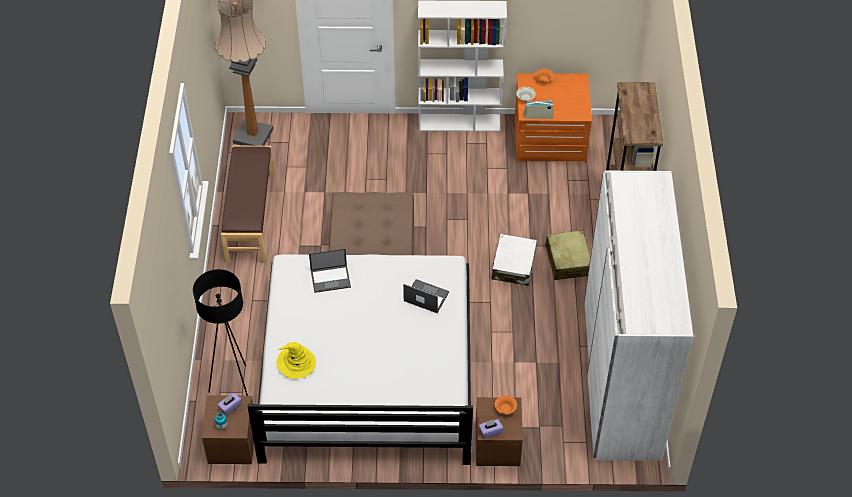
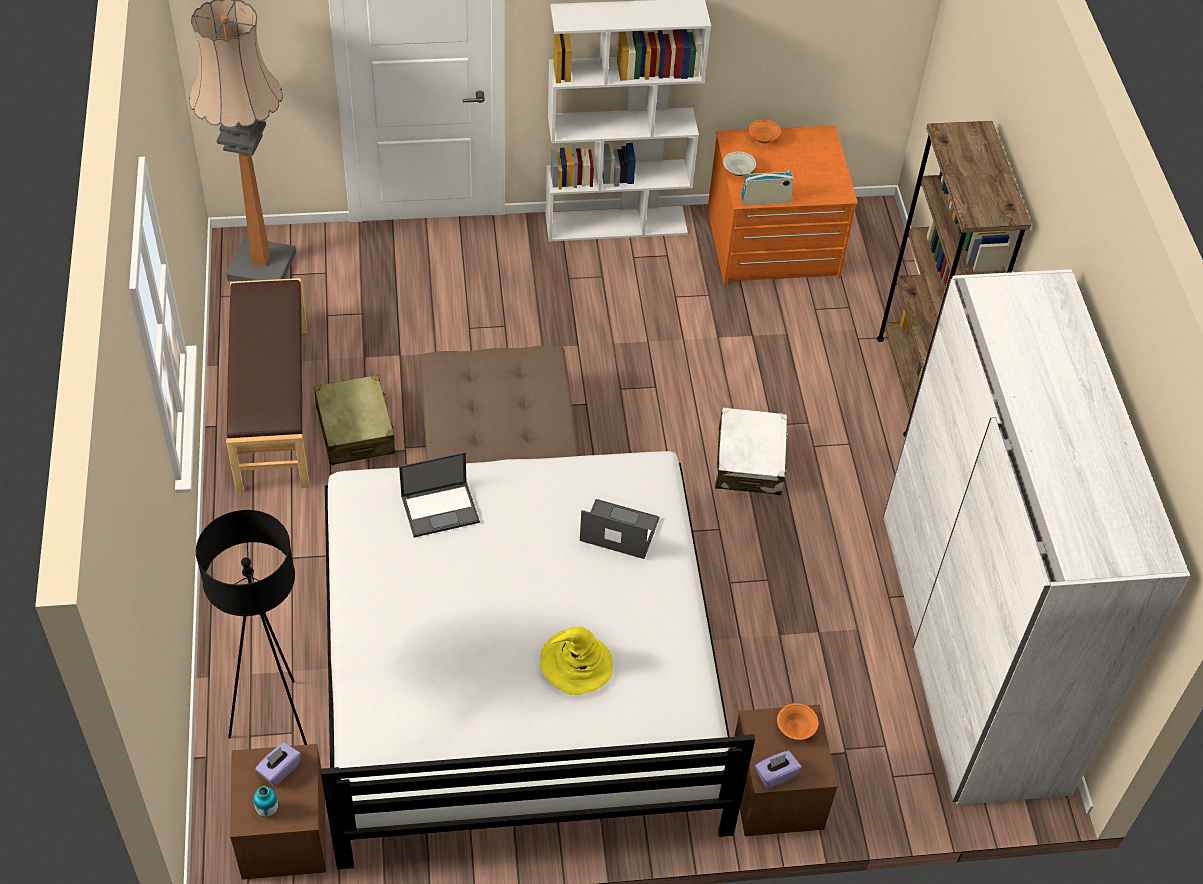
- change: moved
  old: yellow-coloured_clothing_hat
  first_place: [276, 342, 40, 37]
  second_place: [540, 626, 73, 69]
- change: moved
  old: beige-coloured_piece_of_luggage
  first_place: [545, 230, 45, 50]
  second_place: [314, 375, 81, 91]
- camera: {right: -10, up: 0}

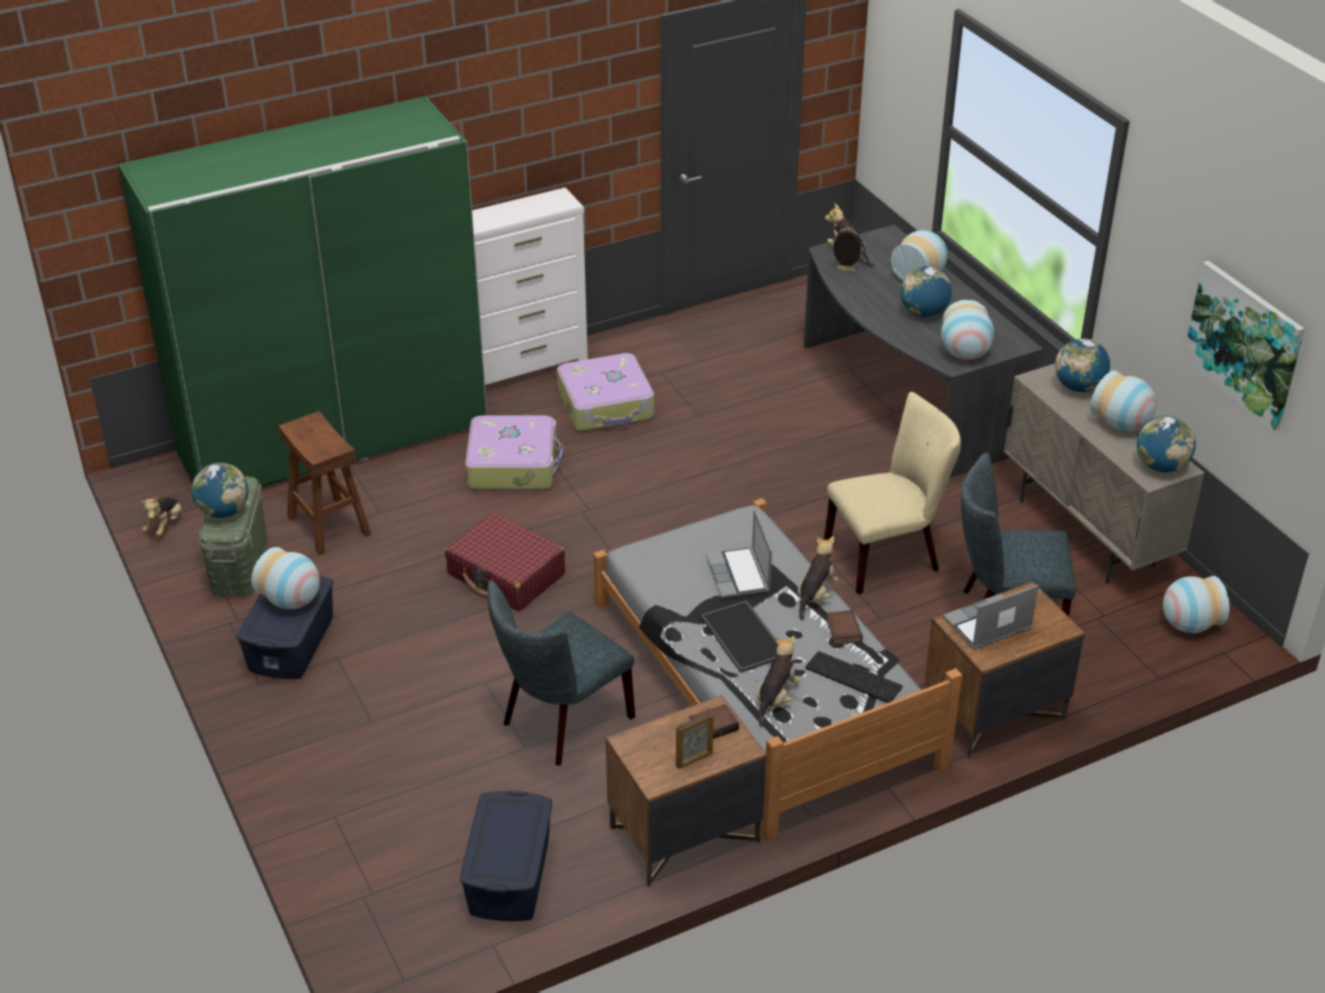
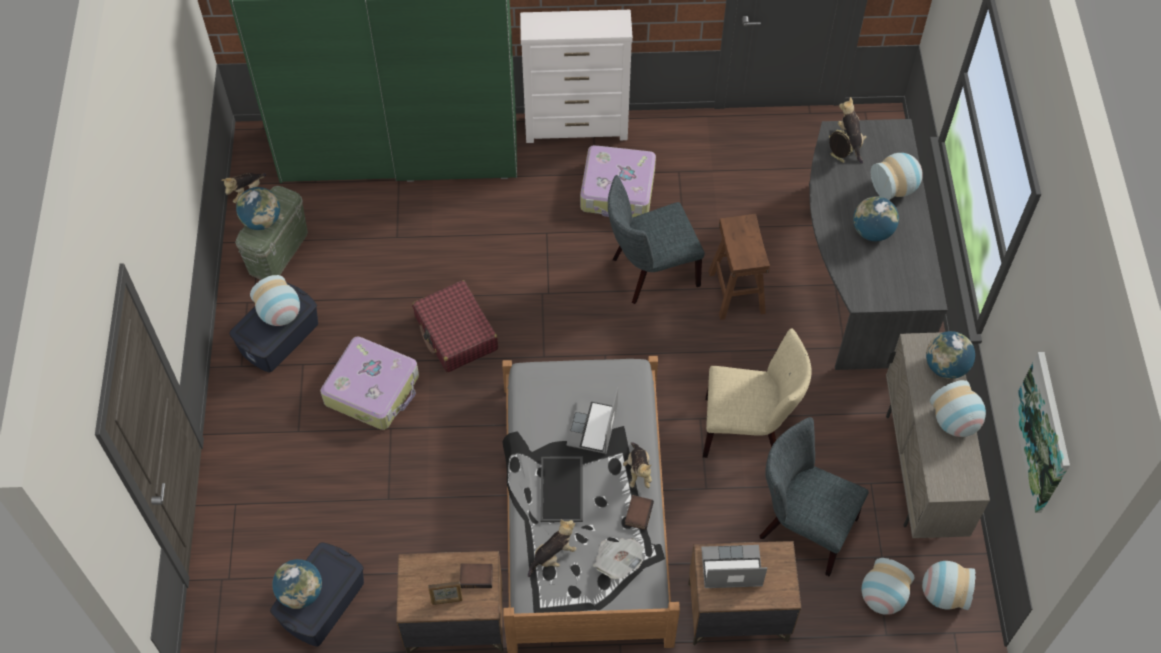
- change: moved
  old: brown-coloured_stool_seat
  first_place: [279, 411, 93, 144]
  second_place: [708, 214, 62, 106]
- change: moved
  old: piece_of_luggage
  first_place: [465, 416, 99, 74]
  second_place: [320, 337, 99, 93]
- change: moved
  old: grey_upright_chair
  first_place: [488, 580, 147, 186]
  second_place: [608, 175, 97, 129]
- change: turned
  old: plush_toy
  first_place: [798, 536, 41, 84]
  second_place: [623, 442, 29, 46]
  degrees: 120
- change: replaced
  old: computer_keyboard
  new: newspaper
  first_place: [805, 651, 98, 52]
  second_place: [593, 538, 51, 41]
- change: moved
  old: decorative_vase
  first_place: [941, 300, 53, 60]
  second_place: [862, 558, 53, 57]
- change: moved
  old: globe
  first_place: [1137, 416, 59, 56]
  second_place: [272, 559, 50, 50]
- camera: {right: 25, up: 20}

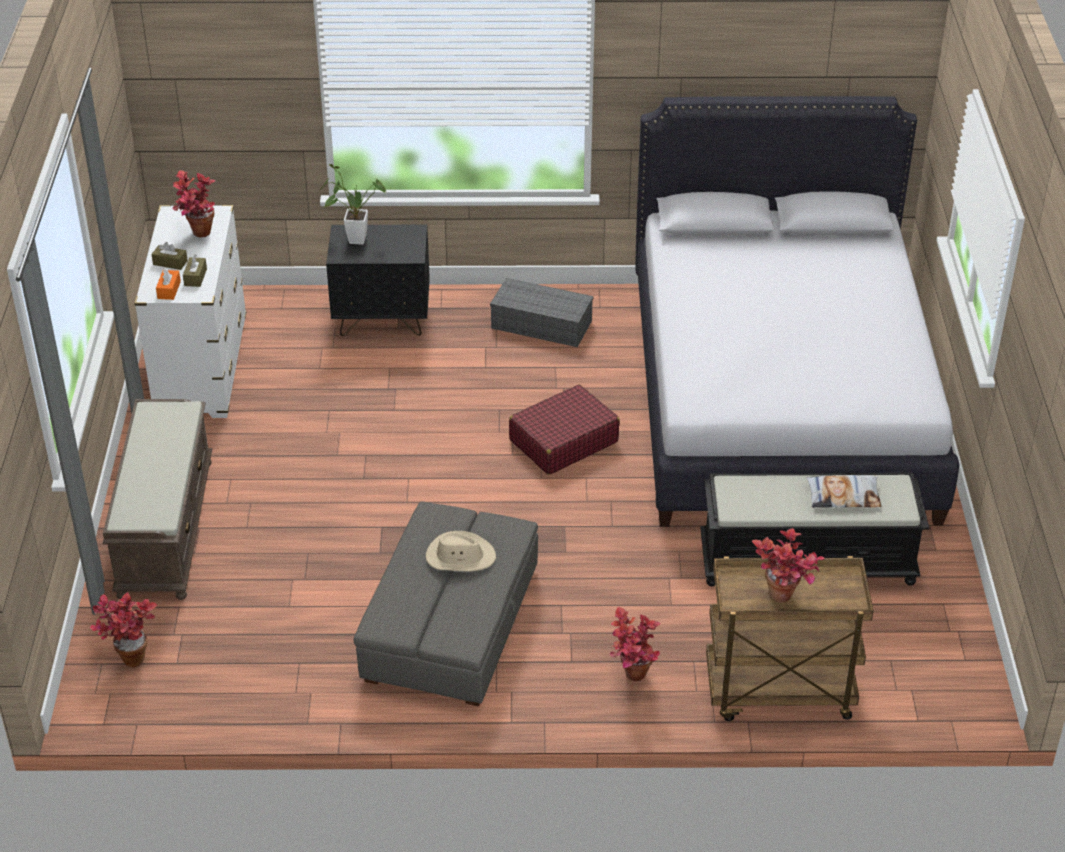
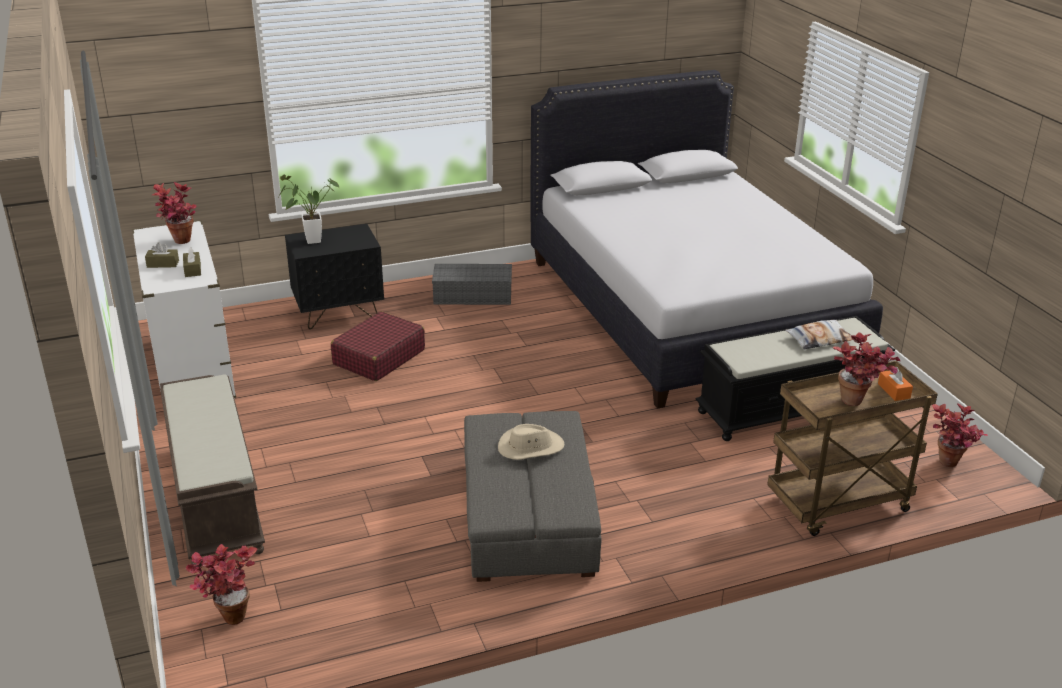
- change: moved
  old: orangey_tissue_box
  first_place: [156, 268, 25, 32]
  second_place: [878, 367, 35, 34]
- change: moved
  old: reddish_piece_of_luggage
  first_place: [509, 384, 111, 91]
  second_place: [331, 311, 94, 70]
- change: moved
  old: potted_plant
  first_place: [610, 607, 50, 74]
  second_place: [932, 403, 56, 64]
- camera: {right: -20, up: -10}

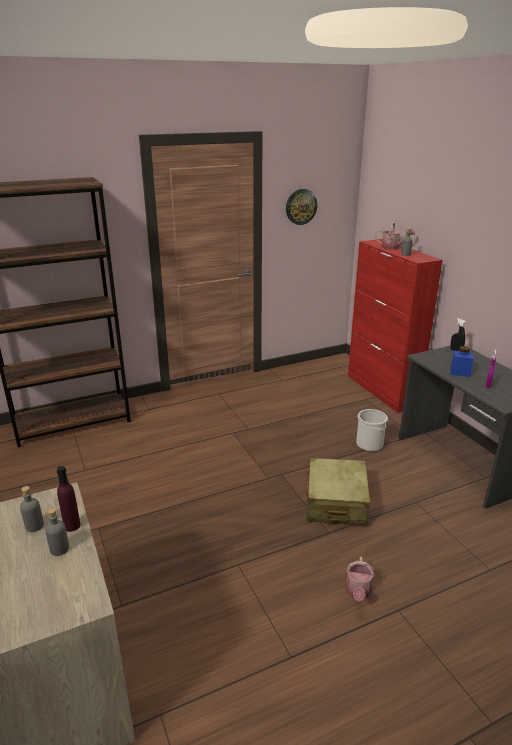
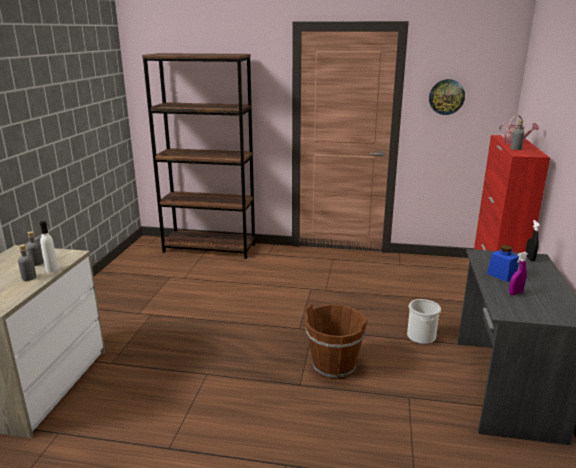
- change: recoloured
  old: purple_beverage_bottle
  new: whitish_beverage_bottle
  first_place: [57, 466, 24, 66]
  second_place: [40, 221, 18, 52]
- change: replaced
  old: beige-coloured_piece_of_luggage
  new: brown-coloured_water_bucket
  first_place: [306, 458, 65, 68]
  second_place: [305, 304, 63, 75]
- change: removed
  old: watering_can
  first_place: [346, 557, 29, 44]
- camera: {right: 35, up: -5}

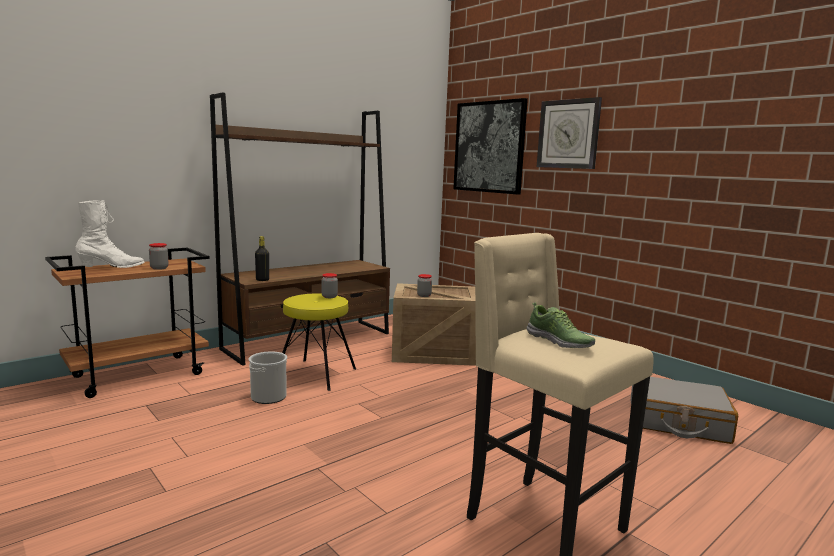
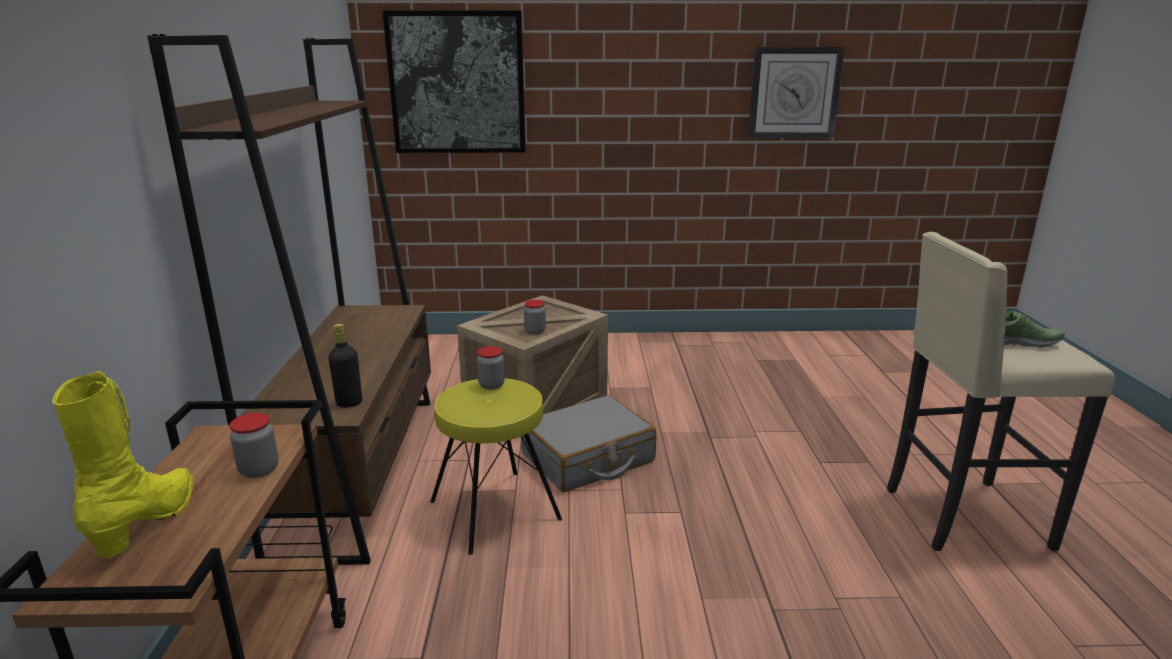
- change: recoloured
  old: whitish_tall_boot
  new: yellow-coloured_tall_boot
  first_place: [75, 200, 69, 68]
  second_place: [52, 371, 141, 187]
- change: removed
  old: water_bucket
  first_place: [249, 352, 38, 52]
- change: moved
  old: hanging_clock
  first_place: [537, 97, 65, 72]
  second_place: [748, 47, 97, 92]
- change: moved
  old: grey_piece_of_luggage
  first_place: [631, 377, 107, 67]
  second_place: [521, 395, 135, 97]
- camera: {right: -50, up: 10}

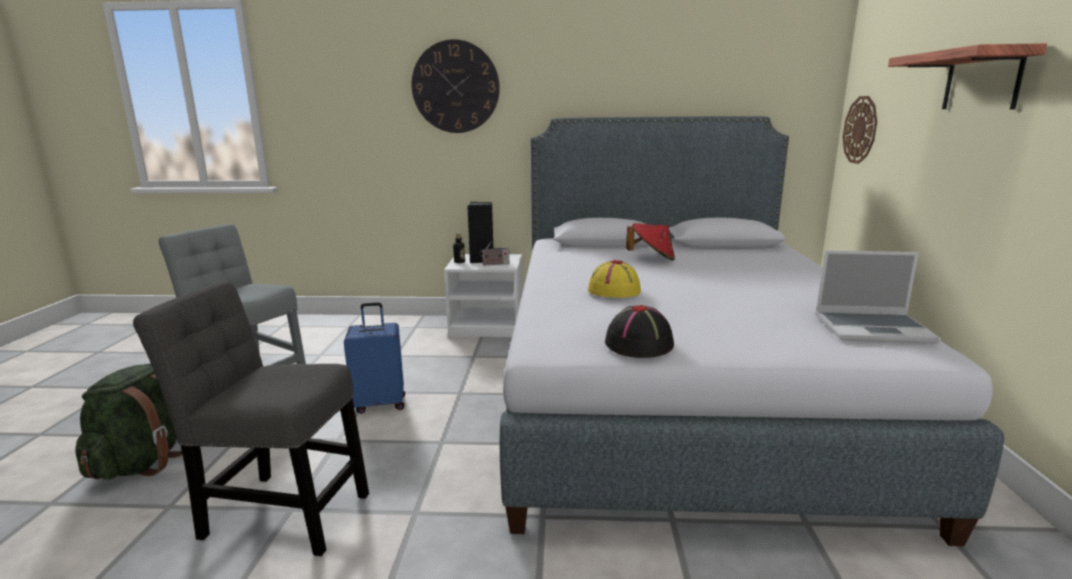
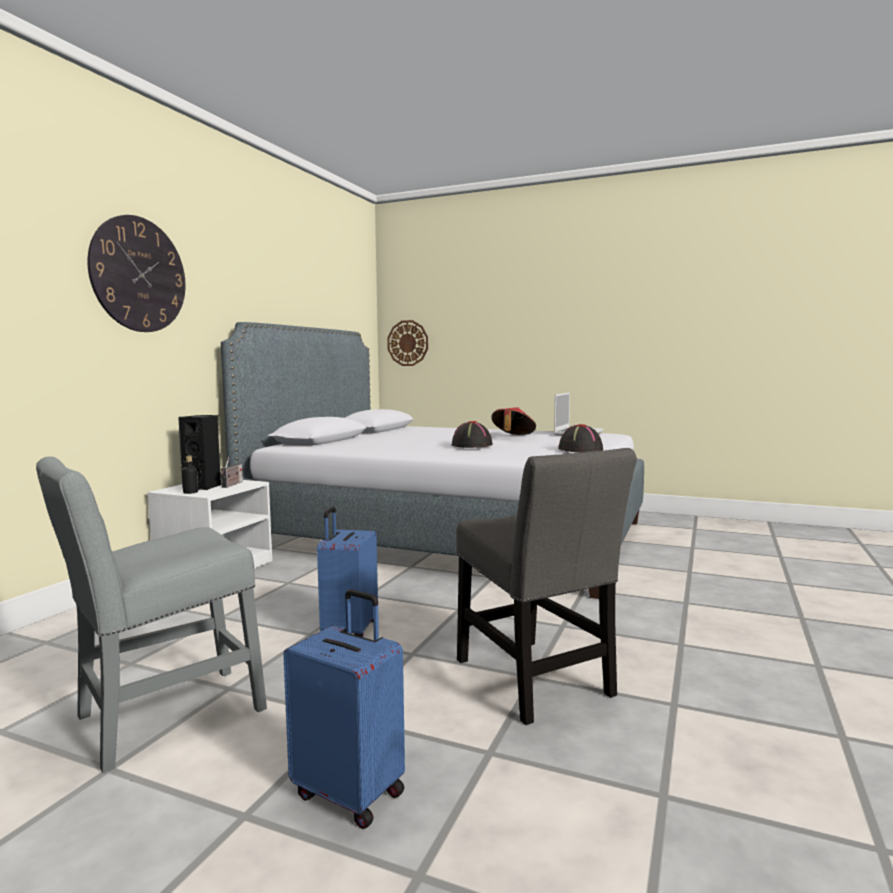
- change: replaced
  old: green_backpack
  new: blue_piece_of_luggage
  first_place: [75, 364, 108, 116]
  second_place: [283, 589, 122, 240]
- change: turned
  old: grey_upright_chair
  first_place: [133, 280, 236, 276]
  second_place: [456, 448, 181, 277]
  degrees: -60
- change: recoloured
  old: yellow-coloured_clothing_hat
  new: black_clothing_hat
  first_place: [588, 260, 53, 38]
  second_place: [451, 421, 42, 27]
- change: moved
  old: reddish_clothing_hat
  first_place: [626, 223, 49, 38]
  second_place: [491, 407, 45, 28]
- change: removed
  old: shelf
  first_place: [888, 43, 159, 67]
- camera: {right: -70, up: -10}

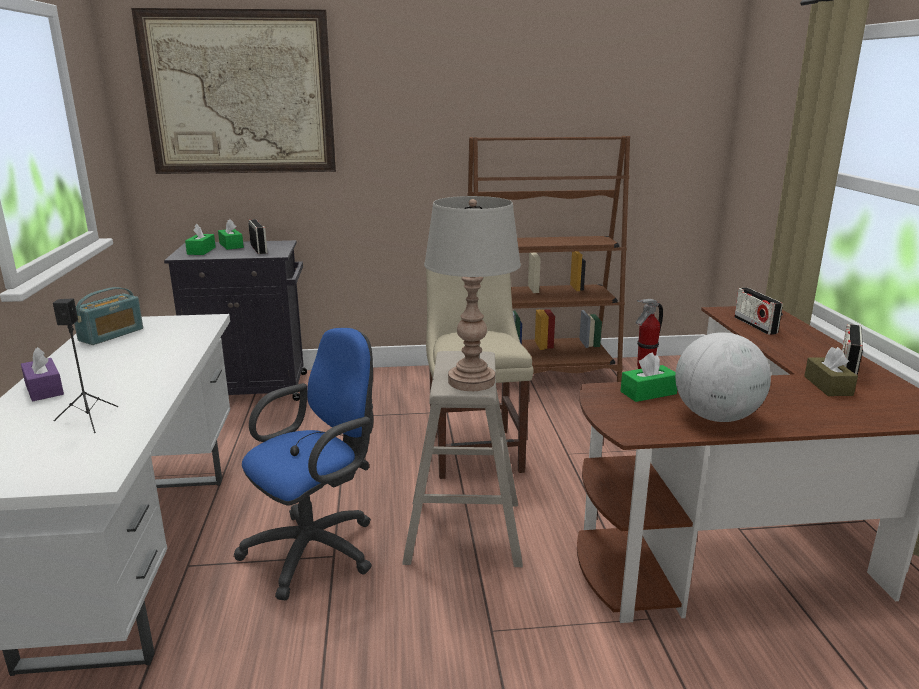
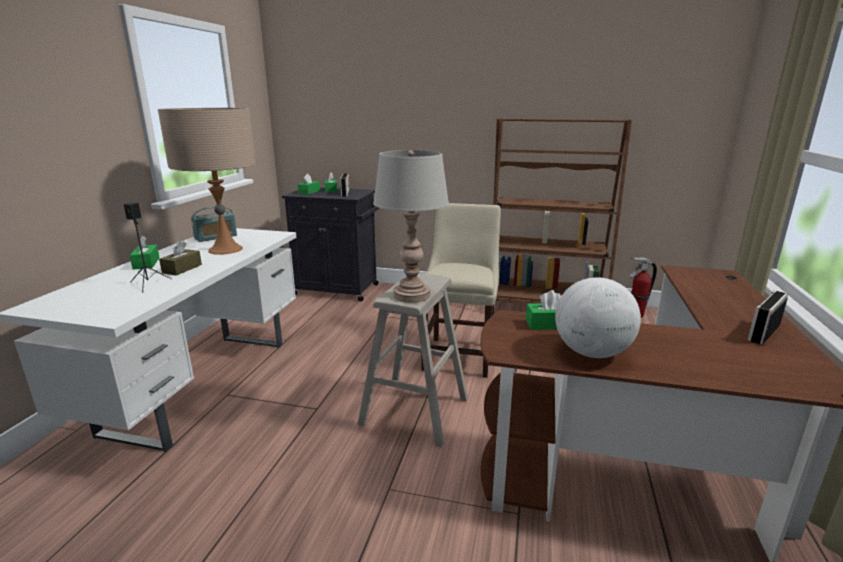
- change: recoloured
  old: purple_tissue_box
  new: green_tissue_box
  first_place: [21, 347, 43, 54]
  second_place: [130, 236, 30, 34]
- change: removed
  old: picture
  first_place: [131, 8, 205, 166]
- change: removed
  old: blue_office_chair
  first_place: [234, 328, 139, 272]
- change: removed
  old: radio_receiver
  first_place: [734, 287, 49, 48]
- change: moved
  old: brown-coloured_tissue_box
  first_place: [804, 347, 54, 49]
  second_place: [159, 241, 43, 34]
- change: added
  new: beige-coloured_tabletop_lamp
  second_place: [158, 108, 98, 147]
- camera: {right: 20, up: 0}

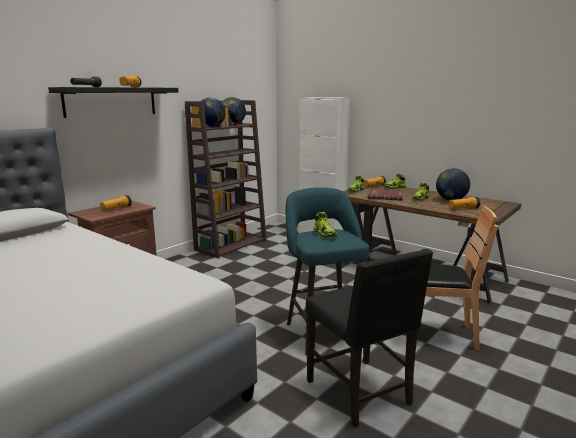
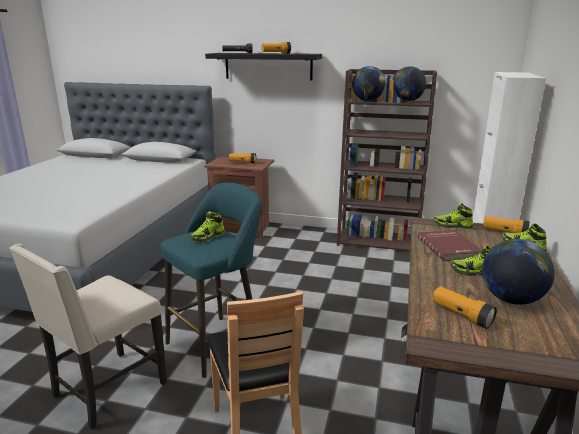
- change: recoloured
  old: black_upright_chair
  new: beige-coloured_upright_chair
  first_place: [305, 249, 128, 179]
  second_place: [9, 244, 158, 185]
- camera: {right: 65, up: 5}

